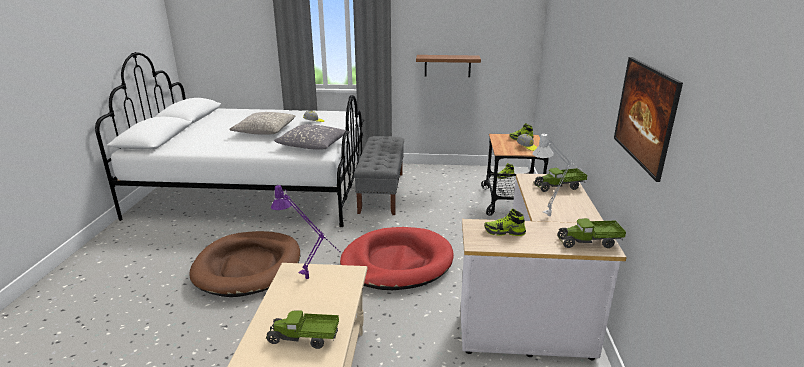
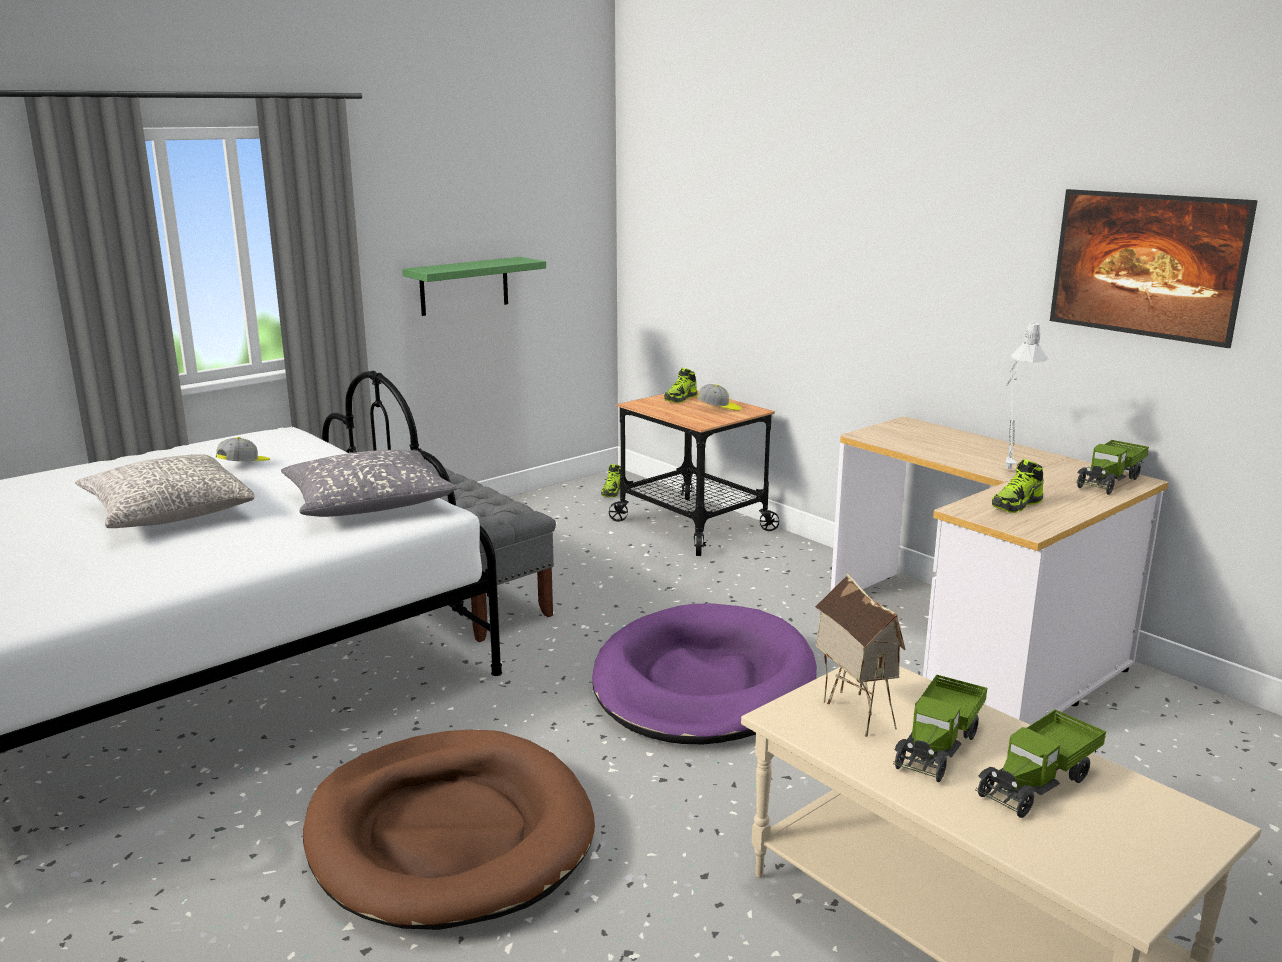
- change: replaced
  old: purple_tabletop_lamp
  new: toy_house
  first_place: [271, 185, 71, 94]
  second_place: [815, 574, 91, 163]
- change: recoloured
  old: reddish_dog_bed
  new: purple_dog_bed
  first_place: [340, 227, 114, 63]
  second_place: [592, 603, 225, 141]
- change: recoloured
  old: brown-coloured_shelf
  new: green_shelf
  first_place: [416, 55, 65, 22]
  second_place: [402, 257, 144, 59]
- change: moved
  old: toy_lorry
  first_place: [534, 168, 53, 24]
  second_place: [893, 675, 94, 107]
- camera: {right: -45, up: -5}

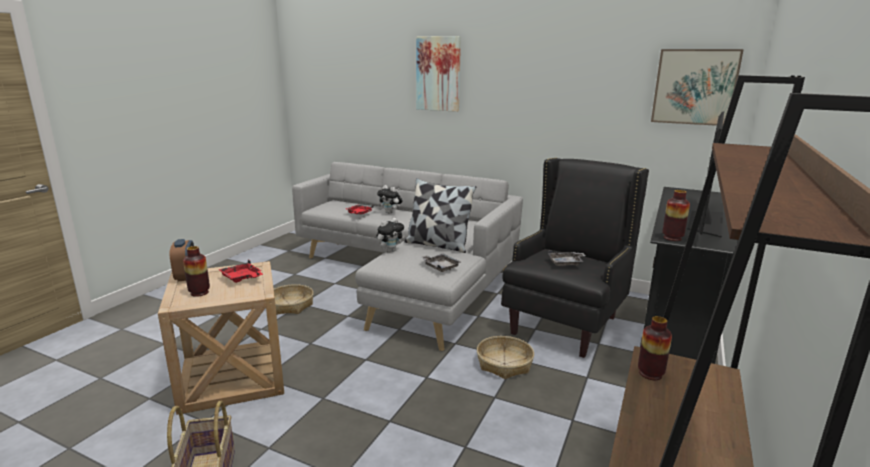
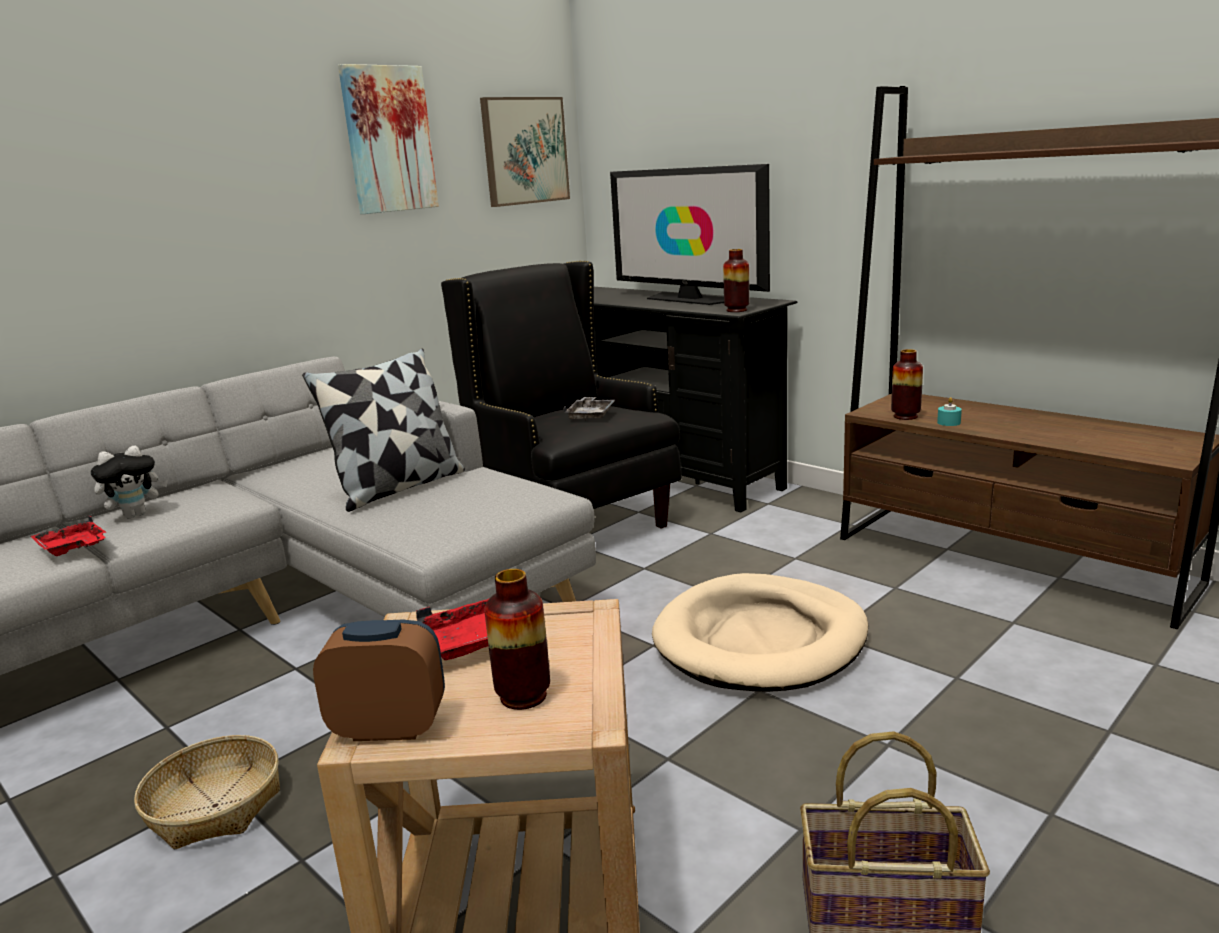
- change: removed
  old: plush_toy
  first_place: [377, 218, 28, 35]
- change: moved
  old: picture
  first_place: [416, 36, 45, 76]
  second_place: [338, 64, 101, 150]
- change: removed
  old: grey_tray
  first_place: [421, 254, 40, 18]
- change: removed
  old: basket
  first_place: [477, 336, 57, 43]
- change: added
  new: beige-coloured_dog_bed
  second_place: [652, 573, 217, 119]
- change: added
  new: blue-green_candle
  second_place: [937, 397, 25, 29]
- camera: {right: -70, up: 0}

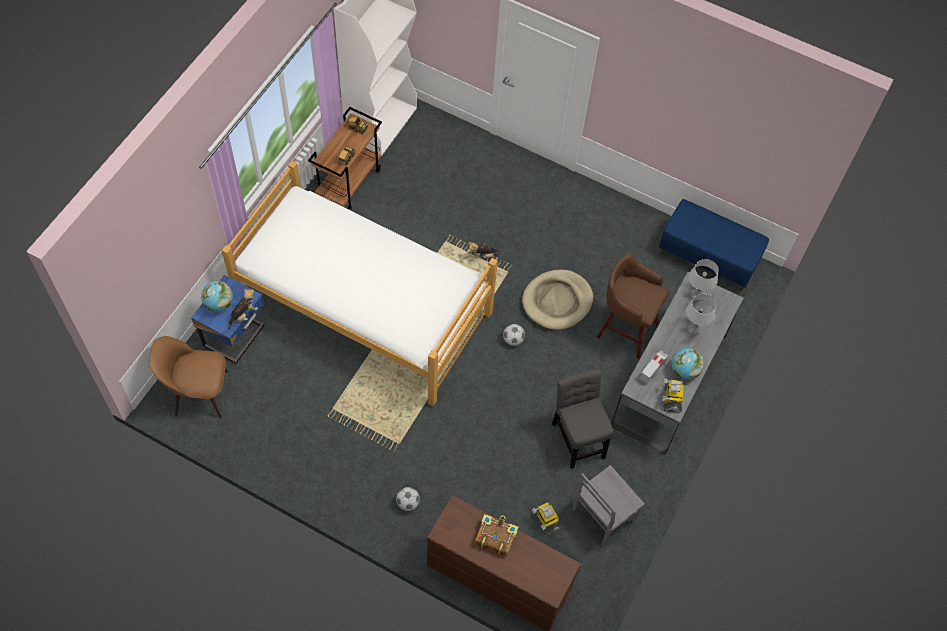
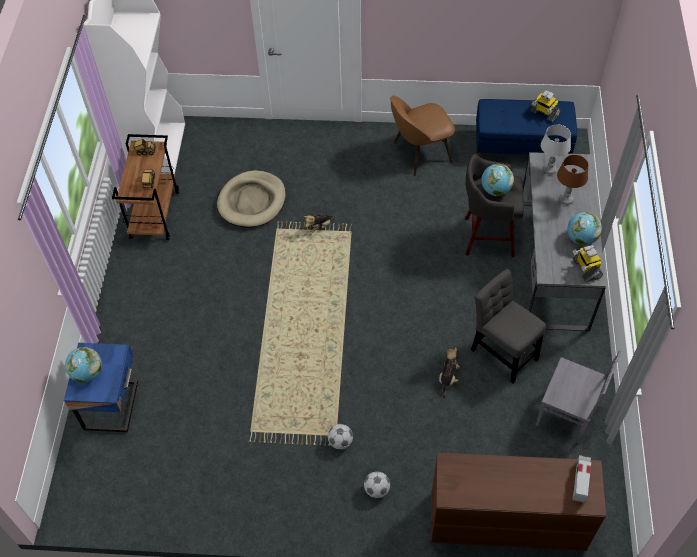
- change: moved
  old: brown-coloured_upright_chair
  first_place: [149, 336, 80, 82]
  second_place: [390, 96, 65, 80]
- change: removed
  old: bedroom_bed
  first_place: [222, 161, 276, 245]
- change: moved
  old: plush_toy
  first_place: [228, 289, 30, 40]
  second_place: [439, 348, 21, 50]
- change: removed
  old: bound_book
  first_place: [475, 514, 43, 42]
- change: moved
  old: ball_for_football
  first_place: [503, 324, 22, 22]
  second_place: [328, 424, 25, 26]
- change: moved
  old: beige-coloured_dog_bed
  first_place: [522, 269, 71, 61]
  second_place: [217, 170, 69, 57]
- change: moved
  old: robot_figure
  first_place: [532, 503, 30, 33]
  second_place: [530, 90, 31, 32]
- change: turned
  old: grey_upright_chair
  first_place: [572, 465, 73, 81]
  second_place: [536, 349, 86, 95]
  degrees: -90
- change: recoloured
  old: brown-coloured_stool_seat
  new: grey_stool_seat
  first_place: [597, 254, 72, 104]
  second_place: [465, 154, 59, 103]
- change: moved
  old: toy_lorry
  first_place: [639, 351, 30, 33]
  second_place: [572, 455, 19, 48]
- change: recoloured
  old: grey_tabletop_lamp
  new: brown-coloured_tabletop_lamp
  first_place: [686, 294, 30, 41]
  second_place: [557, 155, 31, 50]
- change: added
  new: globe
  second_place: [481, 164, 33, 32]
- camera: {right: -20, up: -5}

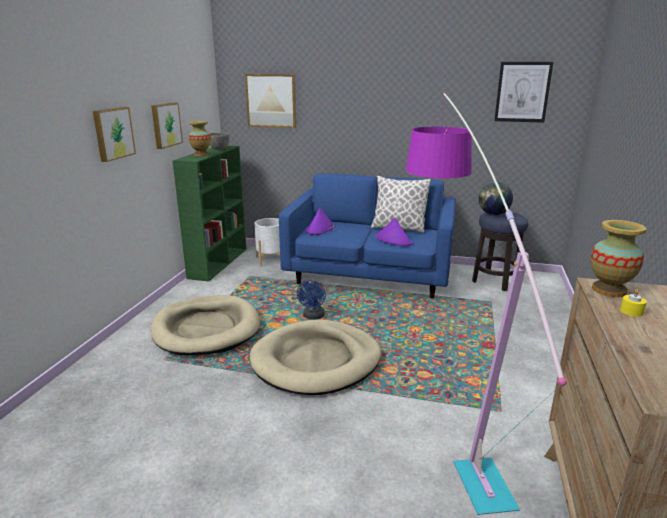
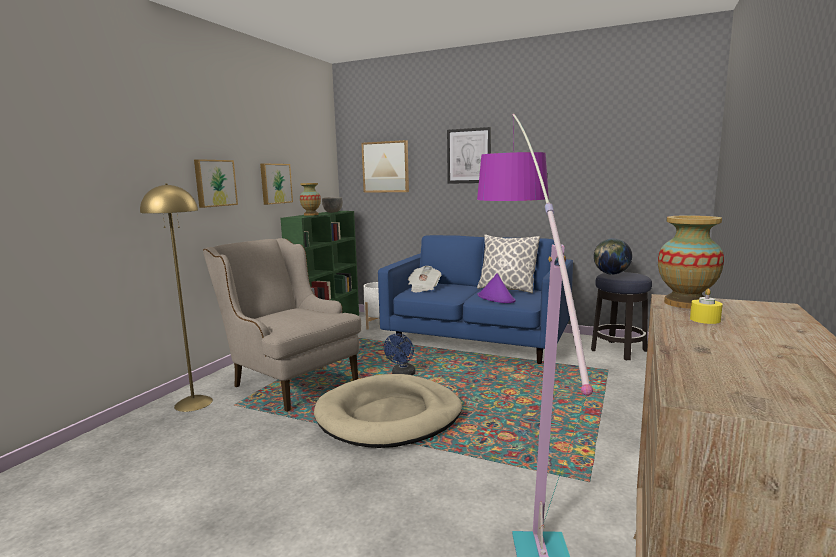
- change: replaced
  old: beige-coloured_dog_bed
  new: beige-coloured_lounge_chair
  first_place: [151, 295, 109, 61]
  second_place: [203, 238, 159, 174]
- change: replaced
  old: purple_clothing_hat
  new: newspaper
  first_place: [306, 208, 28, 27]
  second_place: [408, 266, 34, 26]
- change: moved
  old: picture
  first_place: [494, 62, 59, 61]
  second_place: [447, 127, 44, 57]
- change: added
  new: yellow-coloured_standing_lamp
  second_place: [140, 183, 73, 229]
- camera: {right: 10, up: -10}

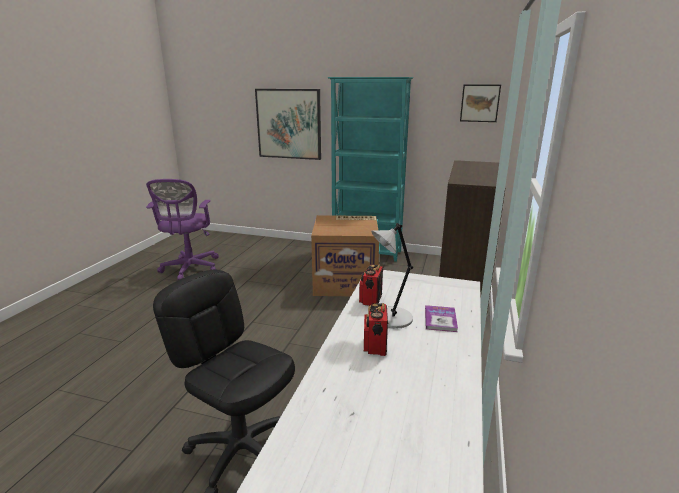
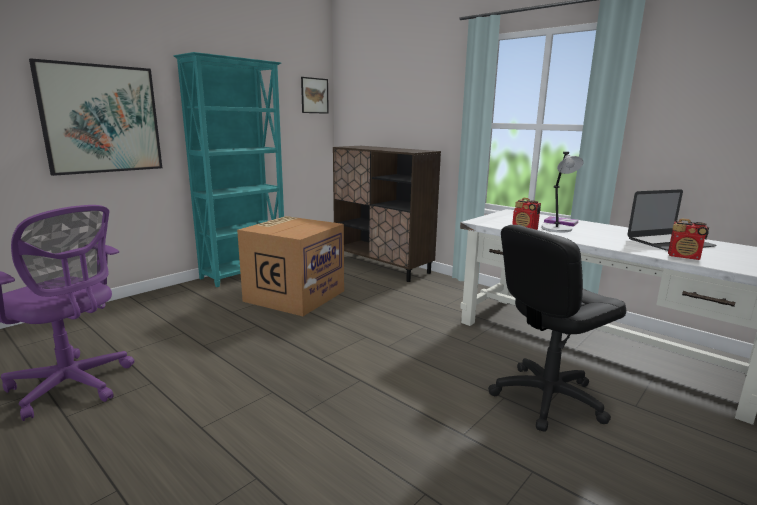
- change: moved
  old: radio_receiver
  first_place: [364, 303, 24, 53]
  second_place: [668, 218, 41, 42]
- change: added
  new: laptop
  second_place: [627, 189, 90, 62]
- camera: {right: -65, up: -5}

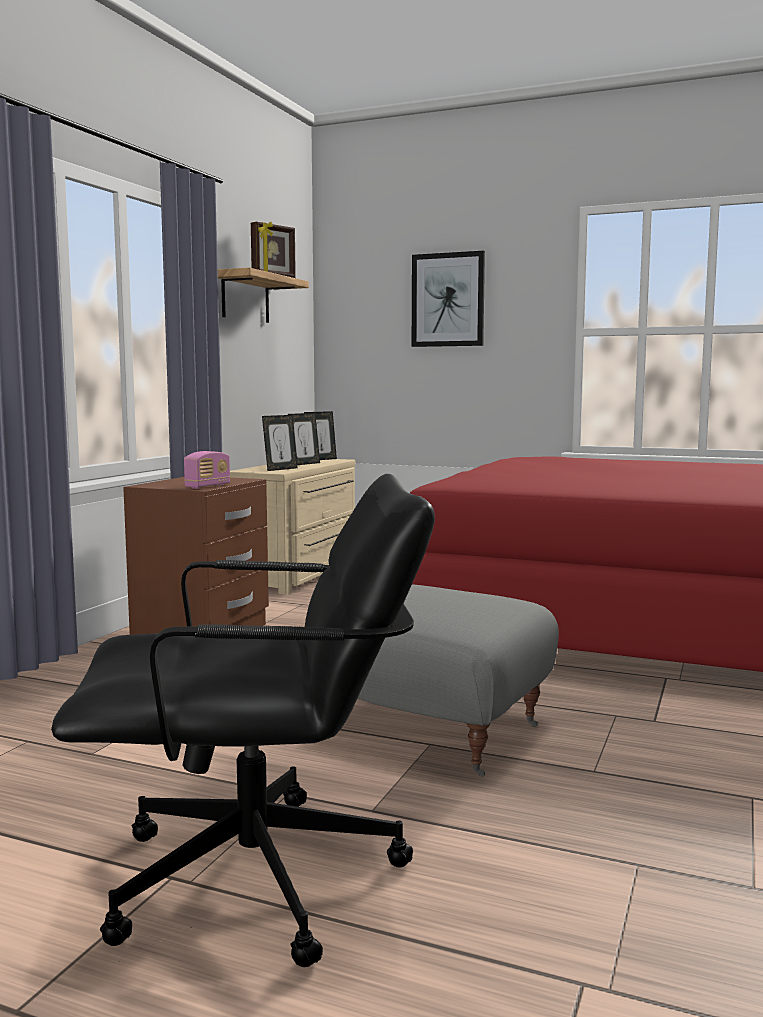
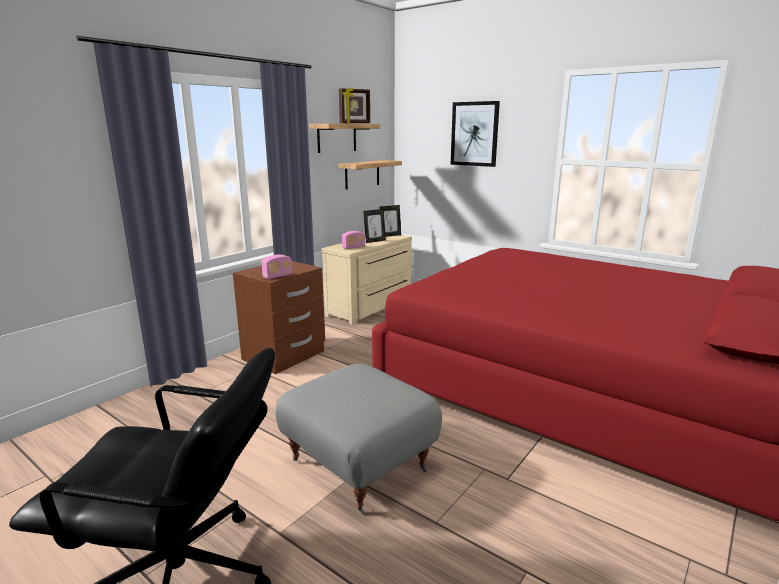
- change: replaced
  old: photo_frame
  new: radio_receiver
  first_place: [262, 415, 36, 56]
  second_place: [342, 231, 23, 18]
- change: added
  new: shelf
  second_place: [338, 160, 64, 30]
- camera: {right: 15, up: 10}

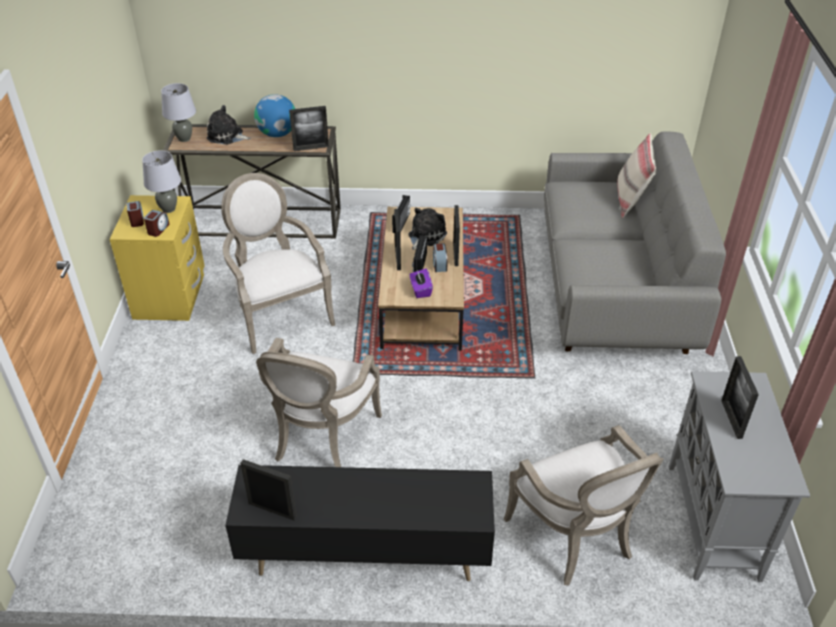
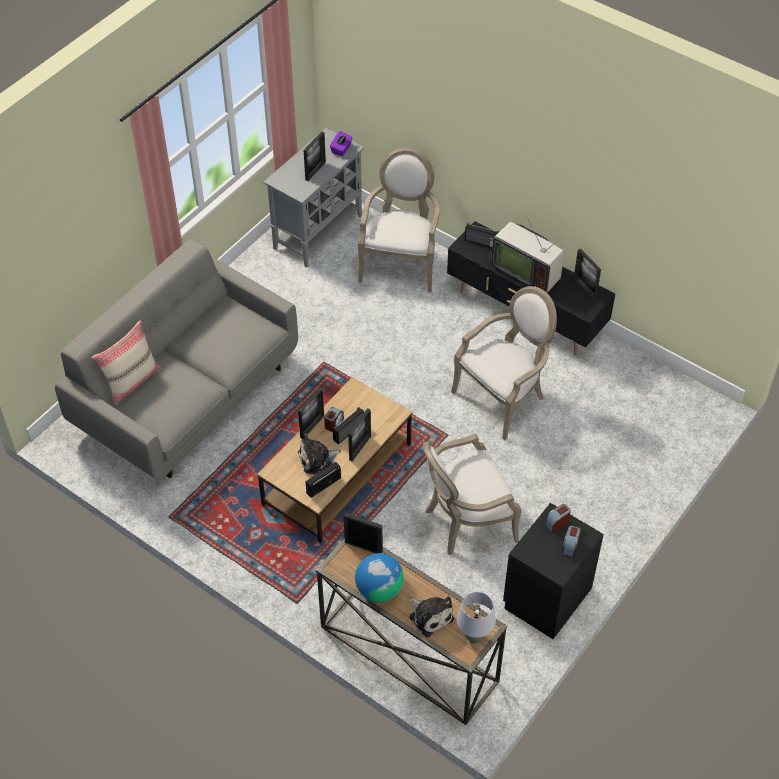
- change: recoloured
  old: yellow-coloured_night_table
  new: black_night_table
  first_place: [109, 195, 96, 126]
  second_place: [503, 503, 101, 136]
- change: removed
  old: grey_tabletop_lamp
  first_place: [142, 150, 39, 63]
- change: turned
  old: lounge_chair
  first_place: [221, 173, 114, 181]
  second_place: [423, 434, 99, 122]
  degrees: 60
- change: moved
  old: purple_tissue_box
  first_place: [410, 269, 23, 29]
  second_place: [330, 131, 23, 25]
- change: added
  new: radio_receiver
  second_place: [465, 223, 35, 25]
- change: added
  new: television
  second_place: [491, 217, 73, 76]
- camera: {right: -145, up: 10}

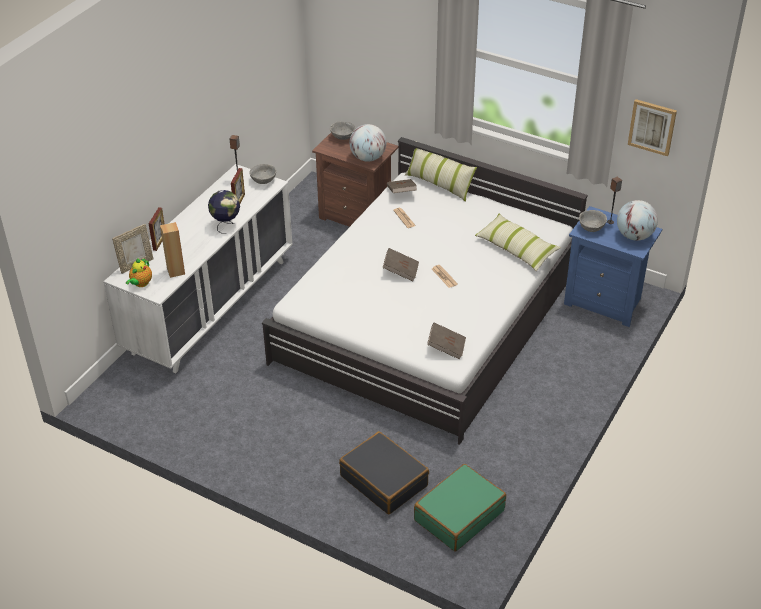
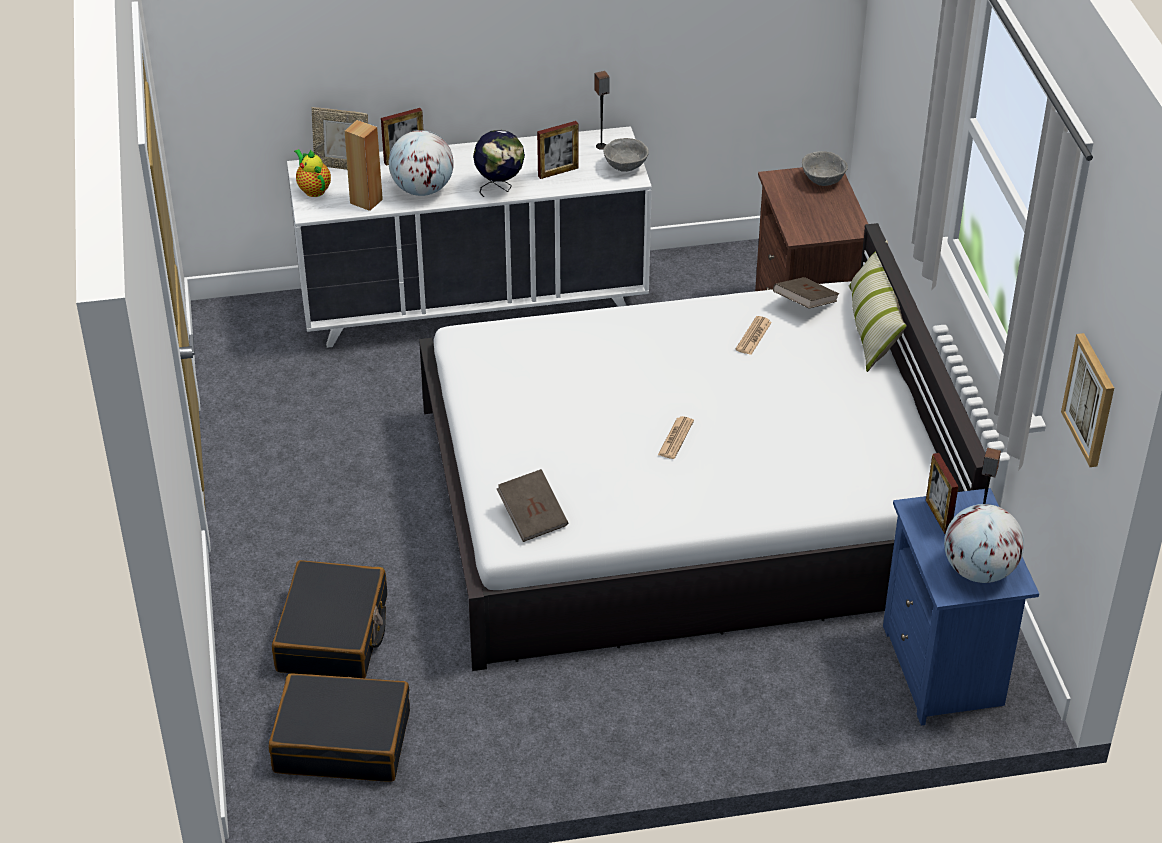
- change: turned
  old: teapot
  first_place: [126, 259, 26, 28]
  second_place: [294, 149, 37, 48]
  degrees: 75
- change: moved
  old: globe
  first_place: [350, 124, 36, 38]
  second_place: [389, 130, 65, 66]
- change: removed
  old: brown-coloured_bound_book
  first_place: [382, 248, 37, 33]
- change: recoloured
  old: green_piece_of_luggage
  new: black_piece_of_luggage
  first_place: [414, 464, 92, 87]
  second_place: [269, 673, 141, 109]
- change: removed
  old: throw_pillow
  first_place: [475, 213, 86, 58]
- change: replaced
  old: grey_serving_bowl
  new: photo_frame
  first_place: [579, 210, 28, 22]
  second_place: [926, 453, 33, 81]
- camera: {right: 50, up: 0}

